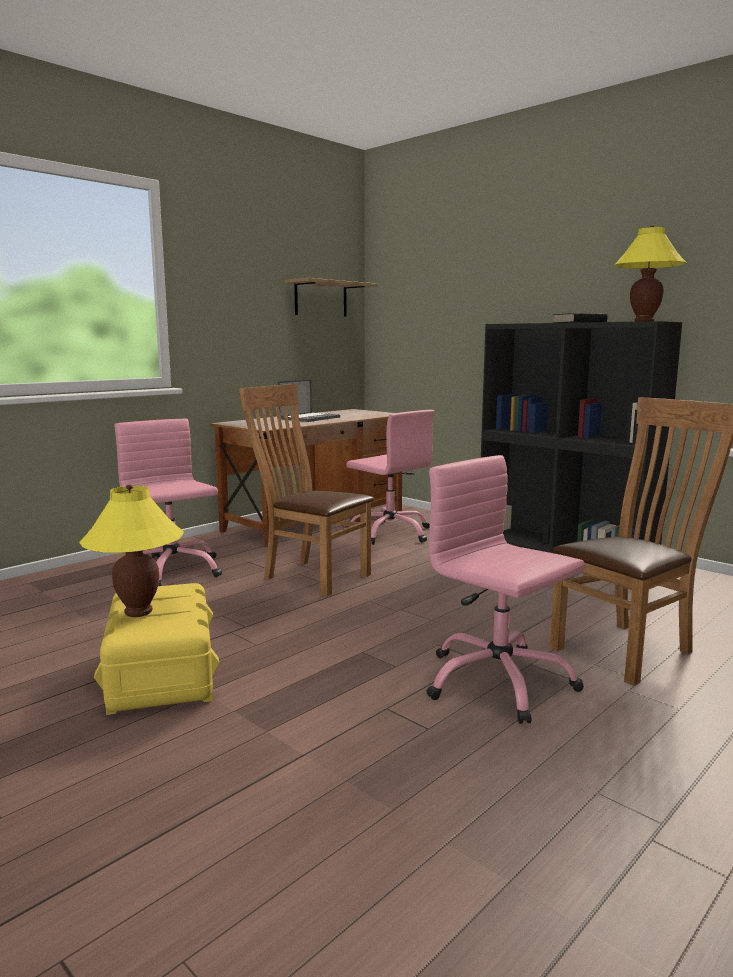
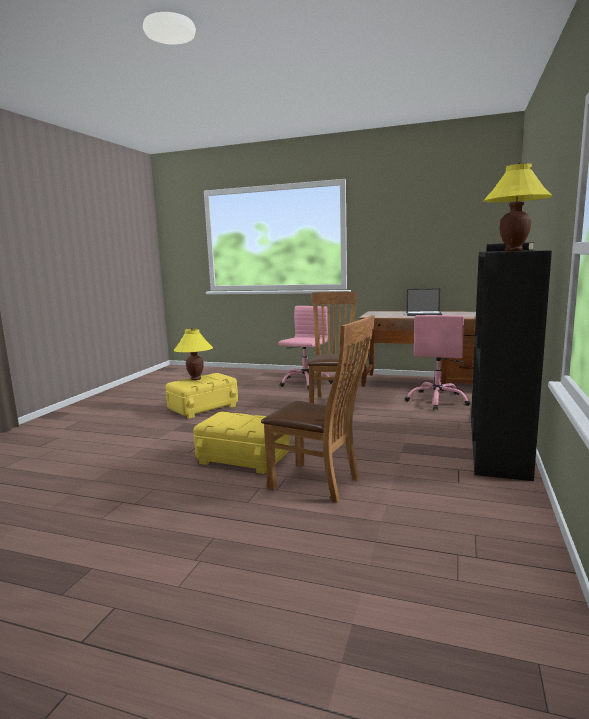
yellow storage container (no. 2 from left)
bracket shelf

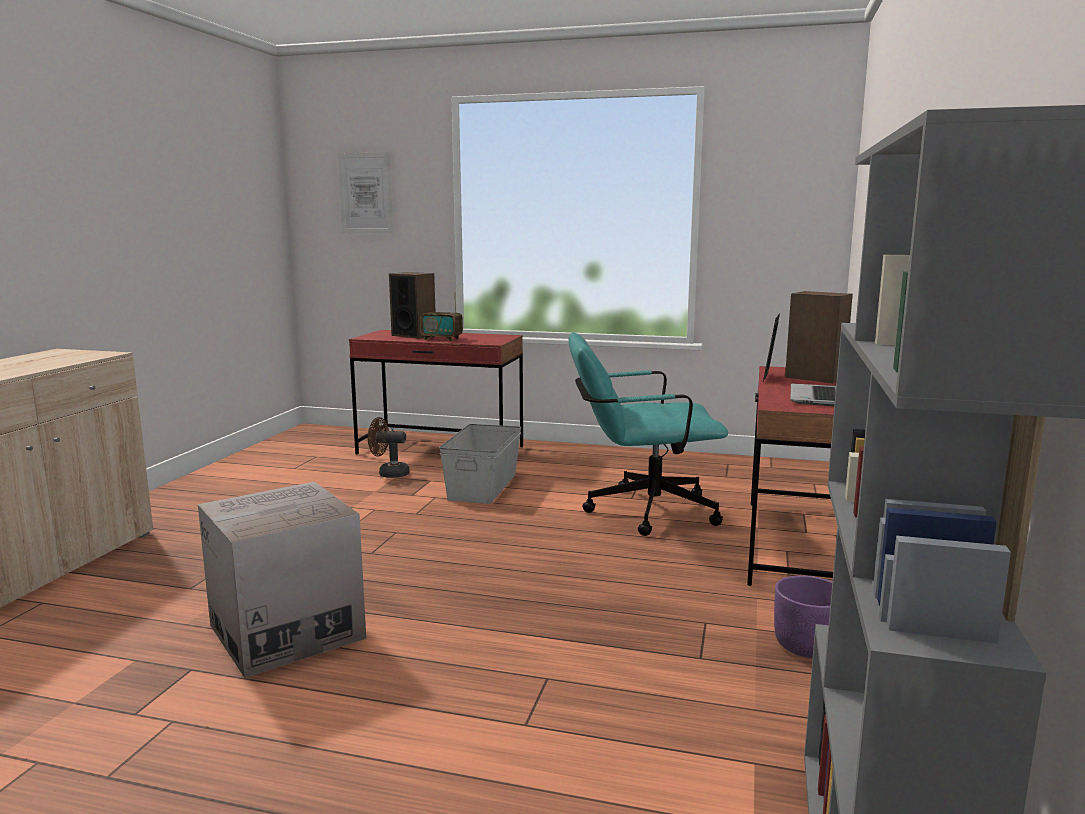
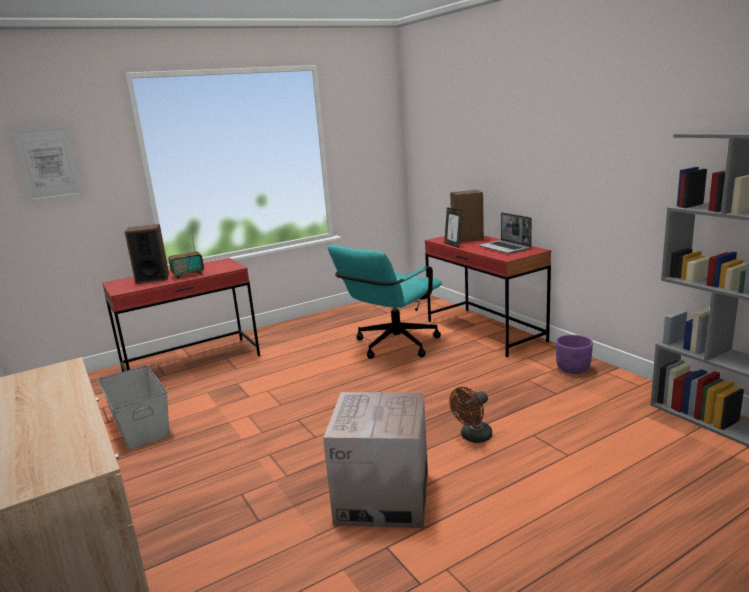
grey storage container
brown-coloured cooling fan

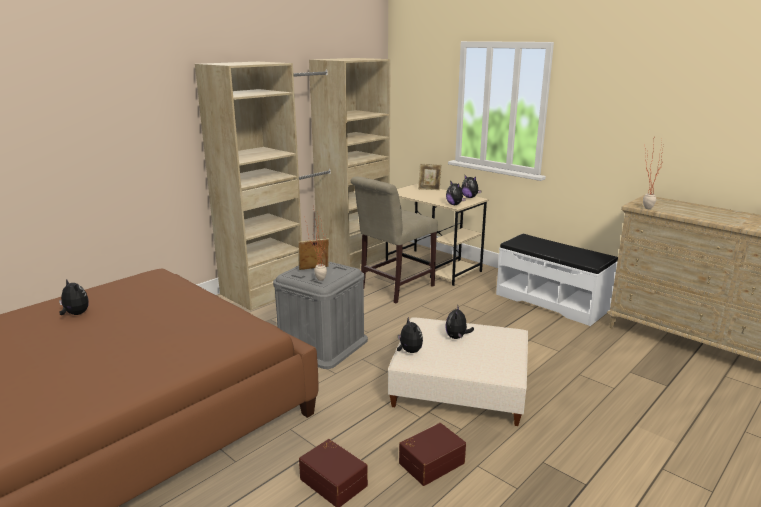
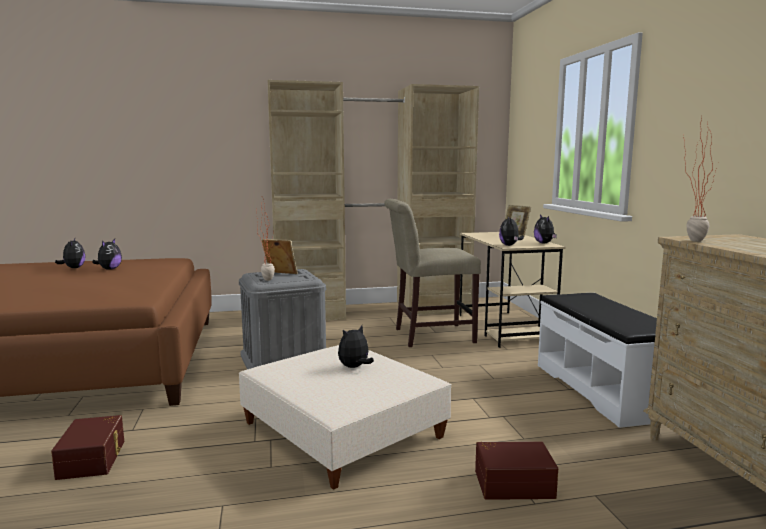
soft toy (no. 2 from left)
brown-coloured storage container (no. 2 from left)

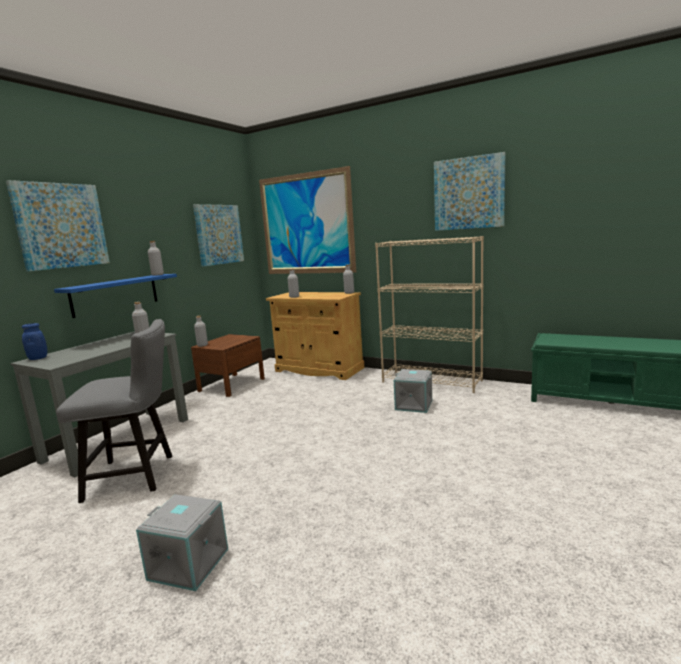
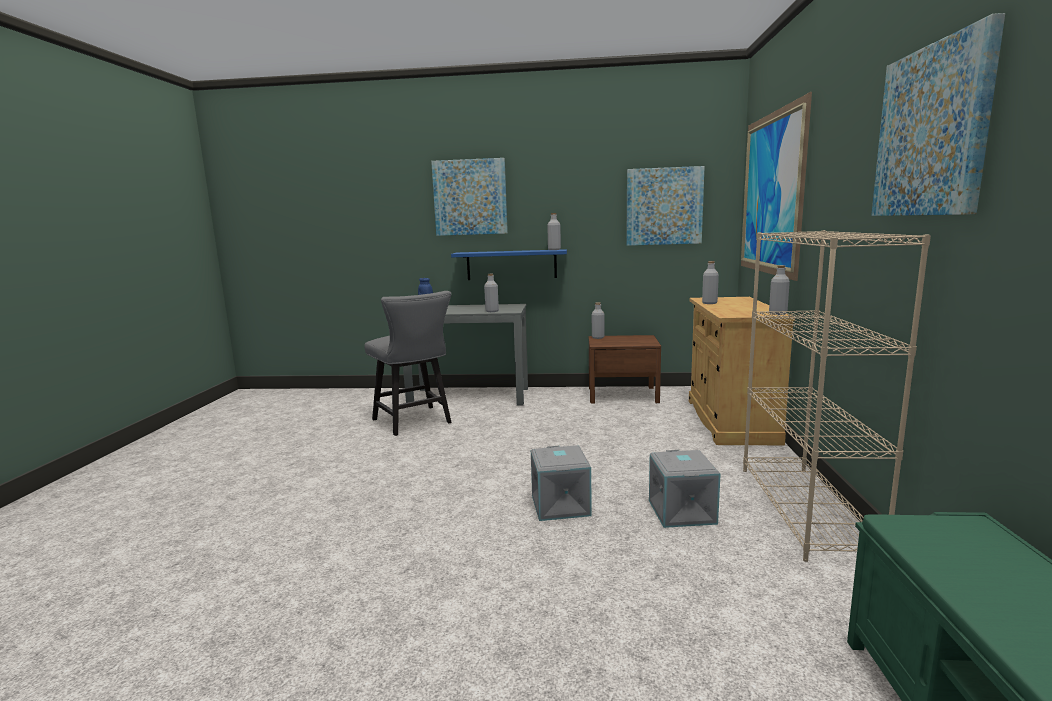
grey storage container (no. 1 from left)

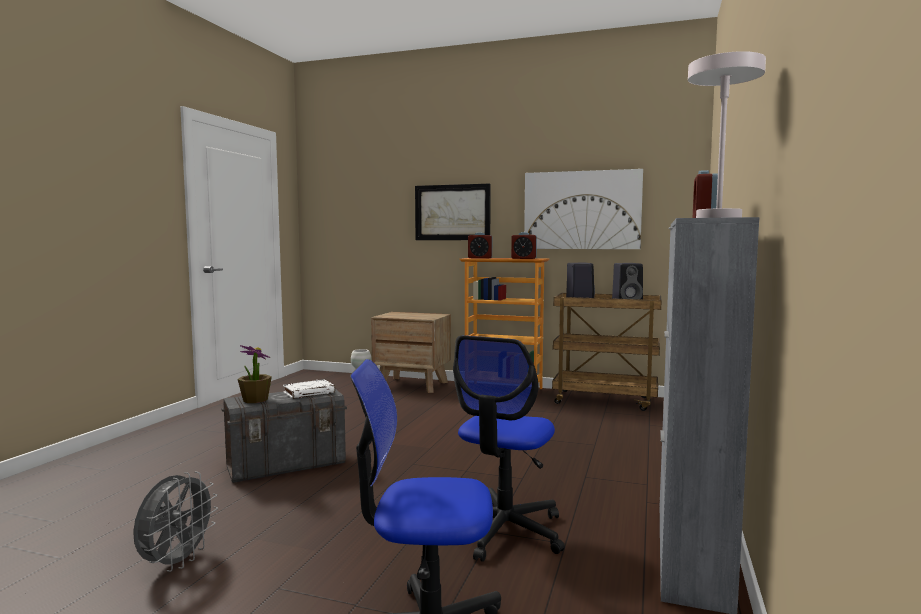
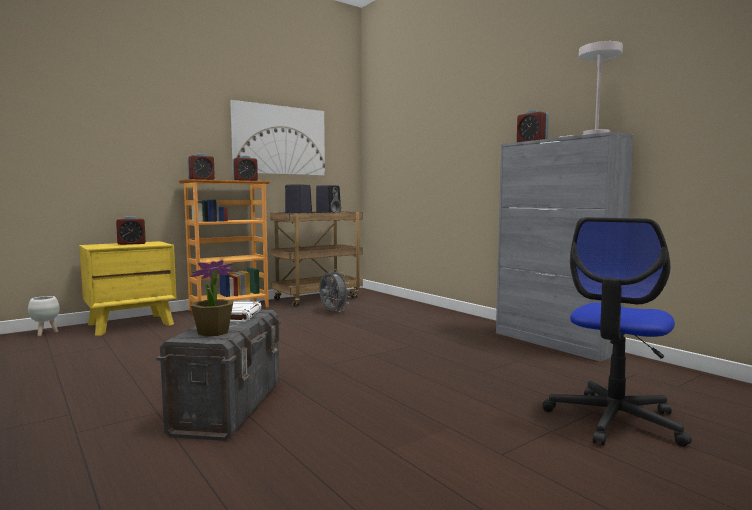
yellow bedside table
table clock (no. 1 from left)
grey cooling fan
wall art (no. 1 from left in the first image)
desk chair (no. 2 from left in the first image)

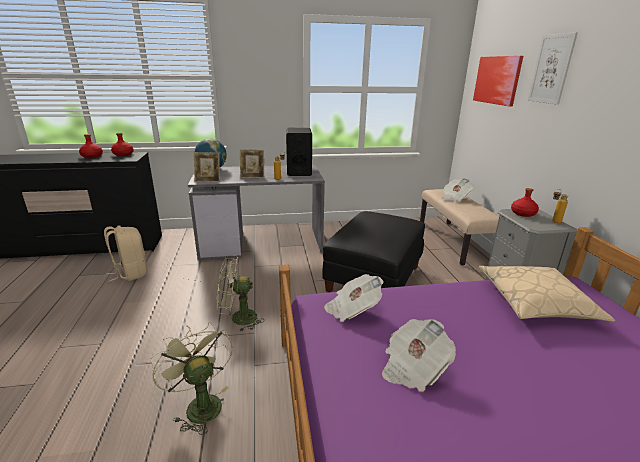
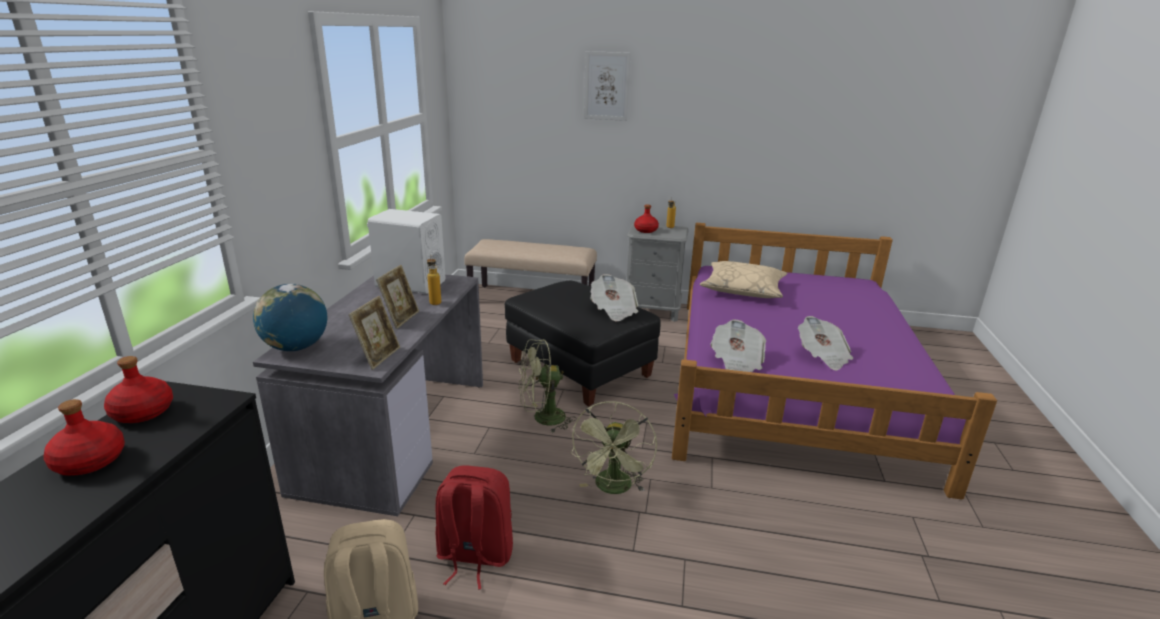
whitish speaker
reddish backpack
green-coloured cooling fan (no. 1 from left)
daily paper (no. 1 from left)
wall art (no. 1 from left in the first image)

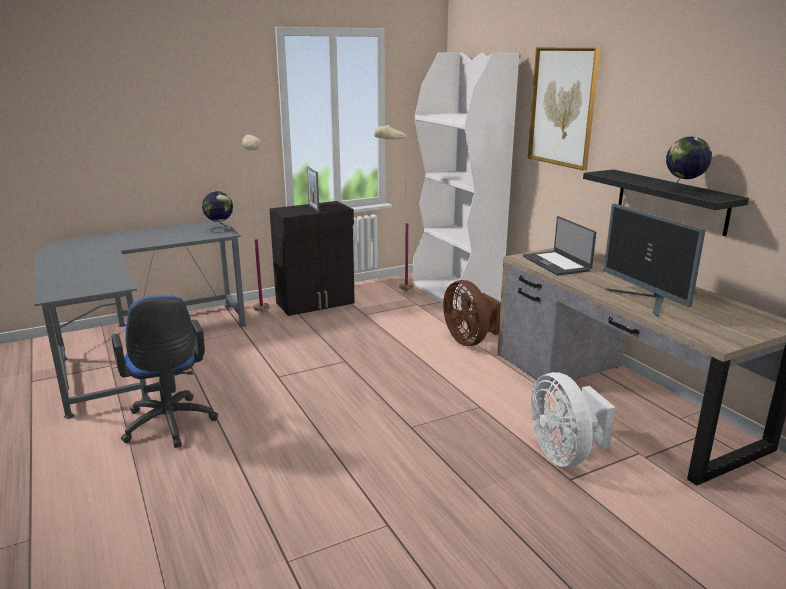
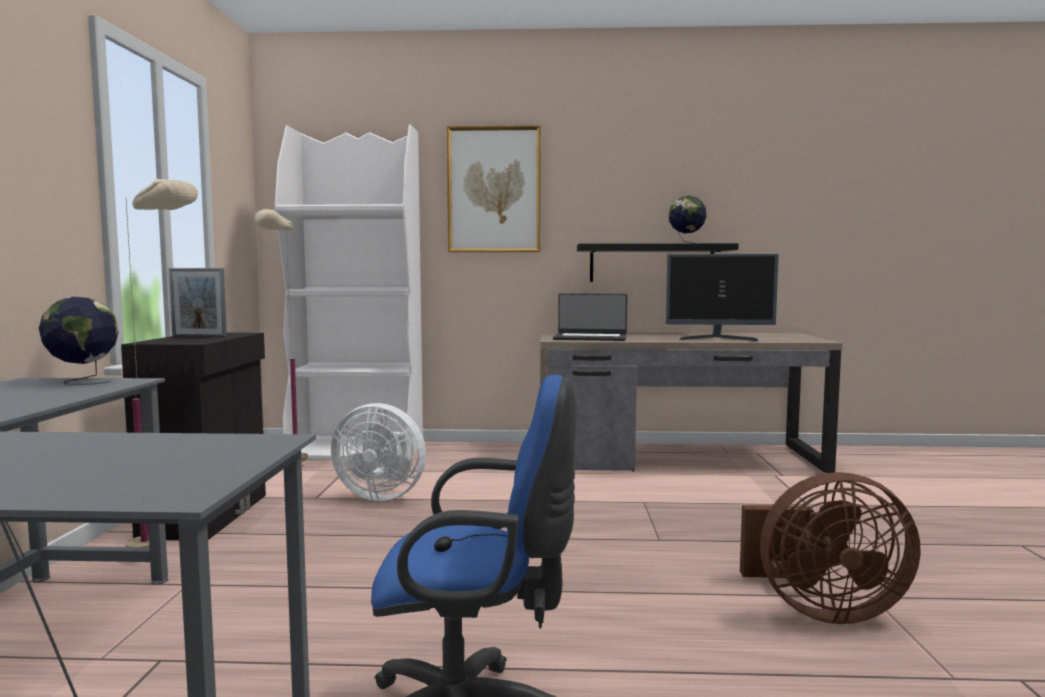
whitish cooling fan
brown-coloured cooling fan

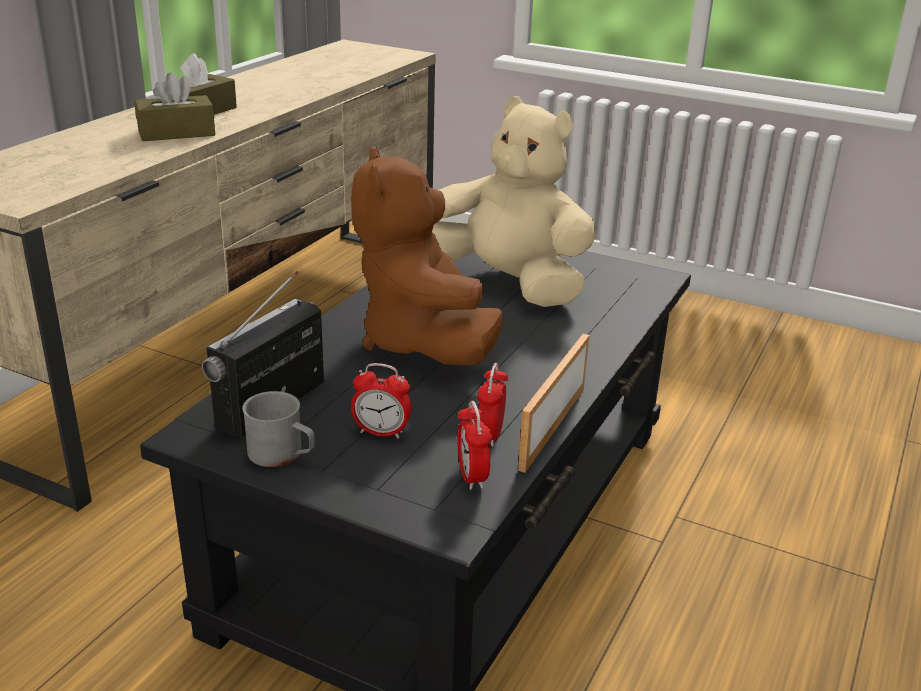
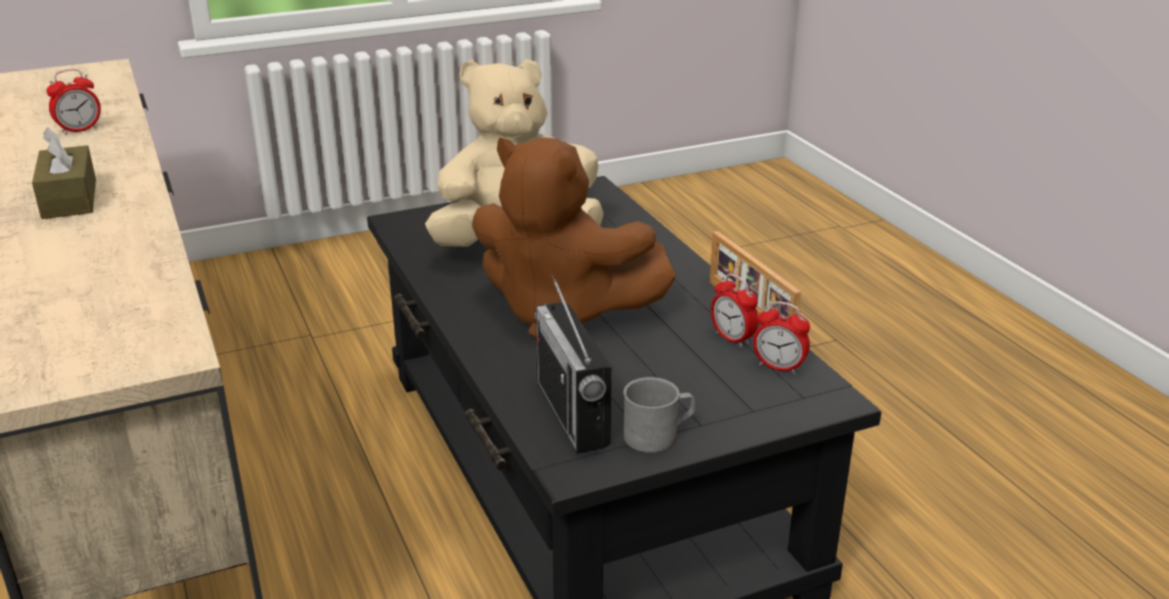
table clock (no. 1 from left)
brown-coloured tissue box (no. 1 from left in the first image)

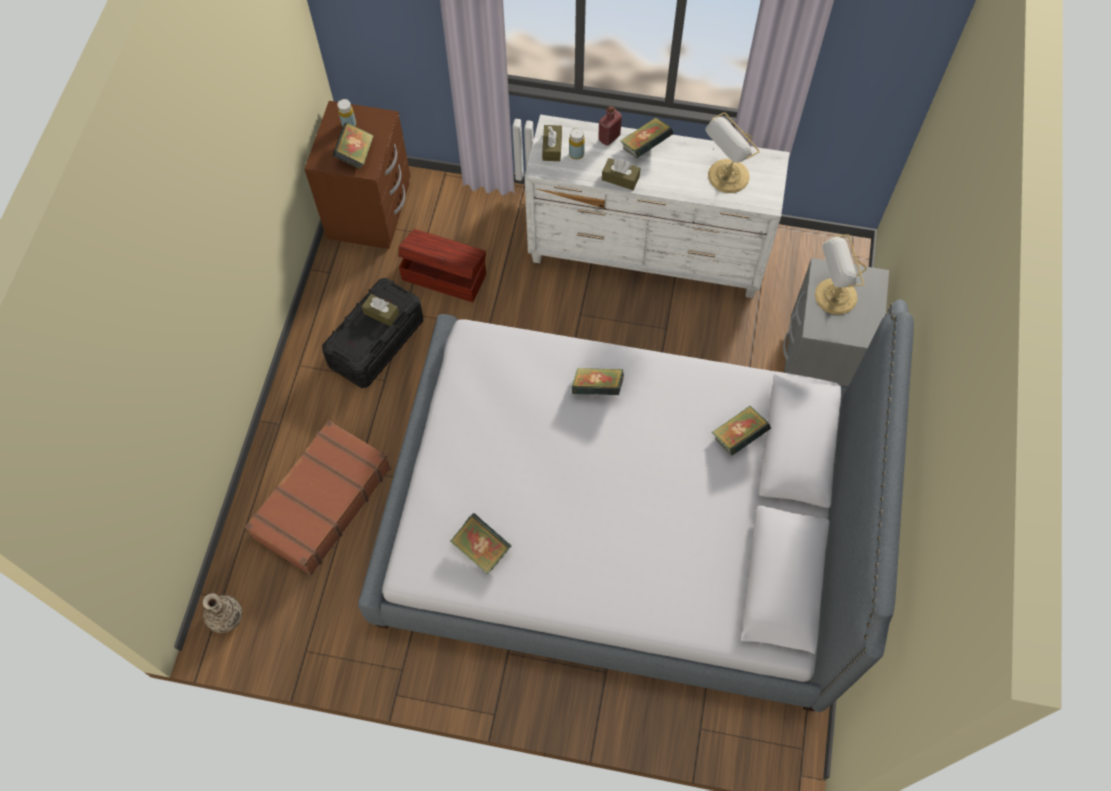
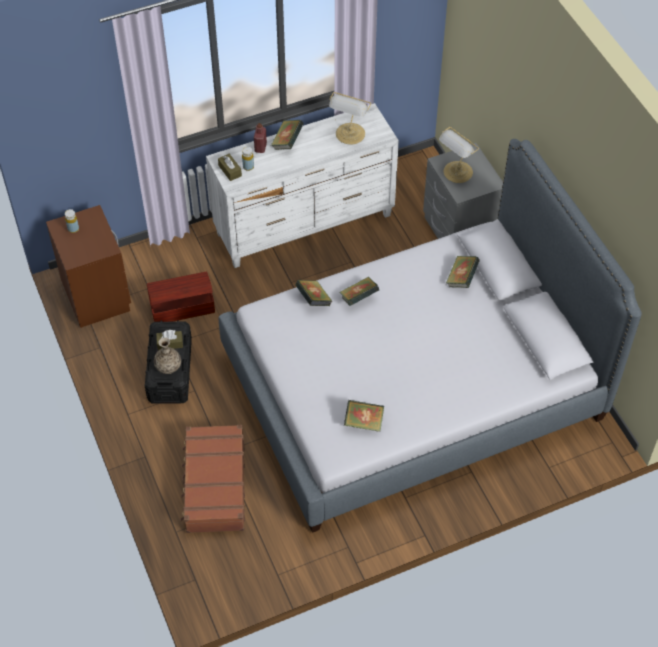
flower vase
book (no. 2 from left)
brown-coloured tissue box (no. 3 from left in the first image)

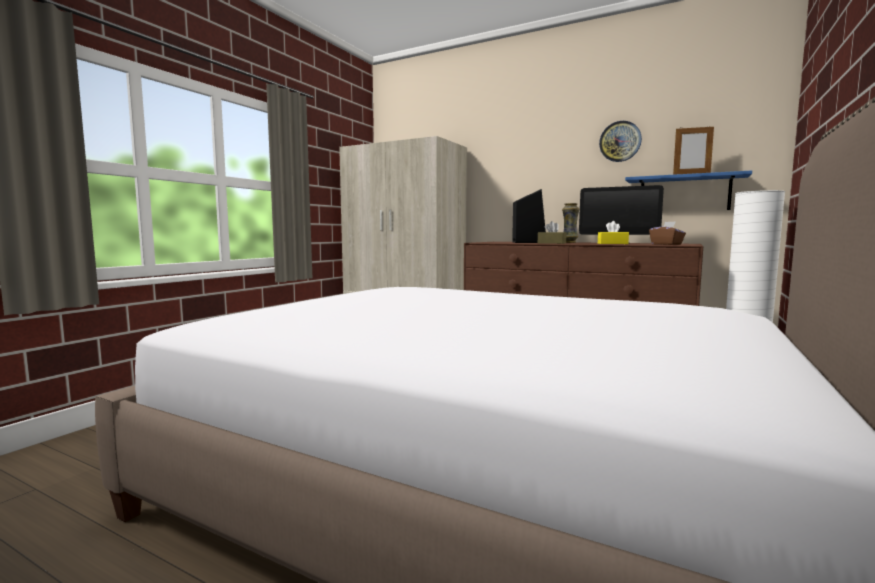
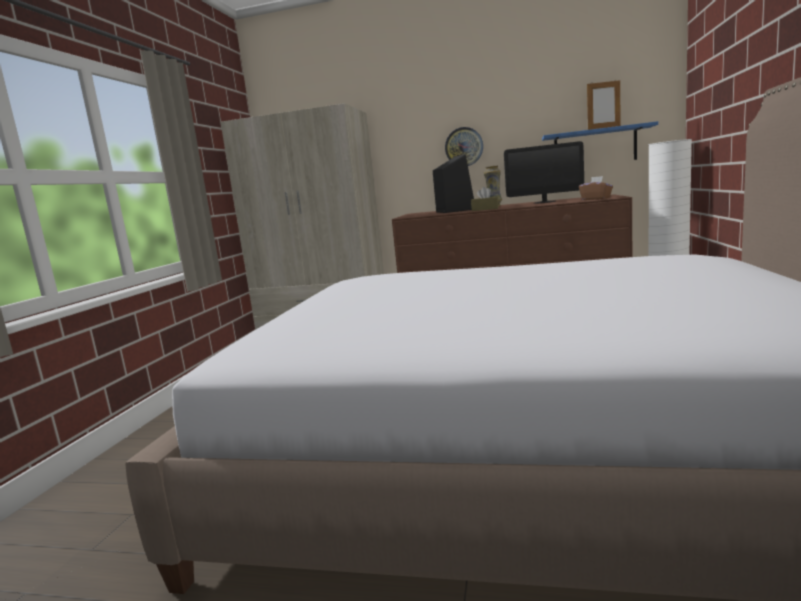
hanging clock
yellow tissue box

